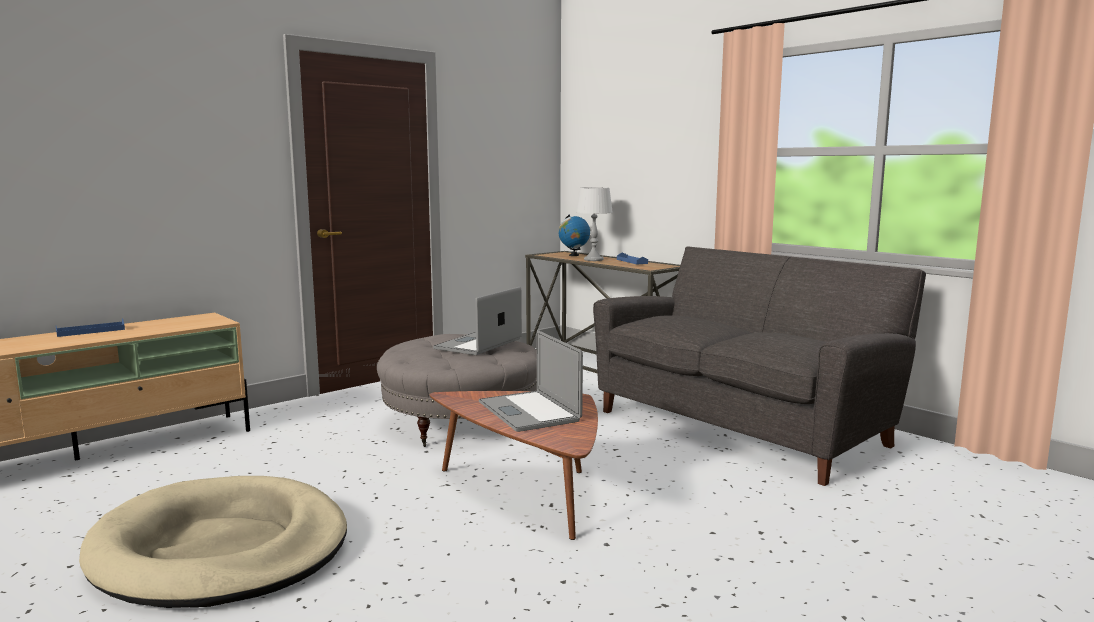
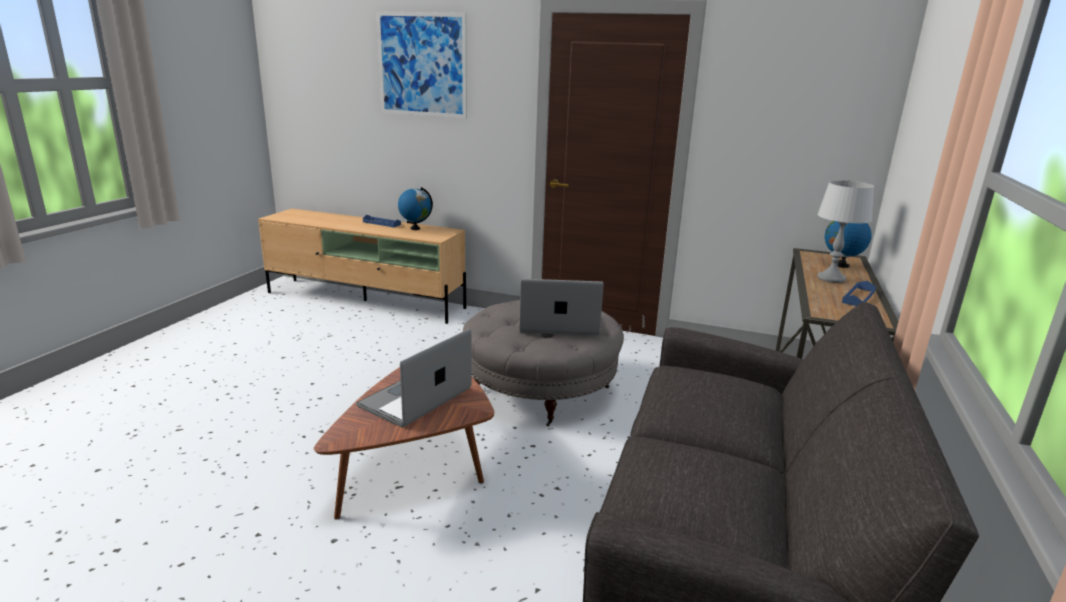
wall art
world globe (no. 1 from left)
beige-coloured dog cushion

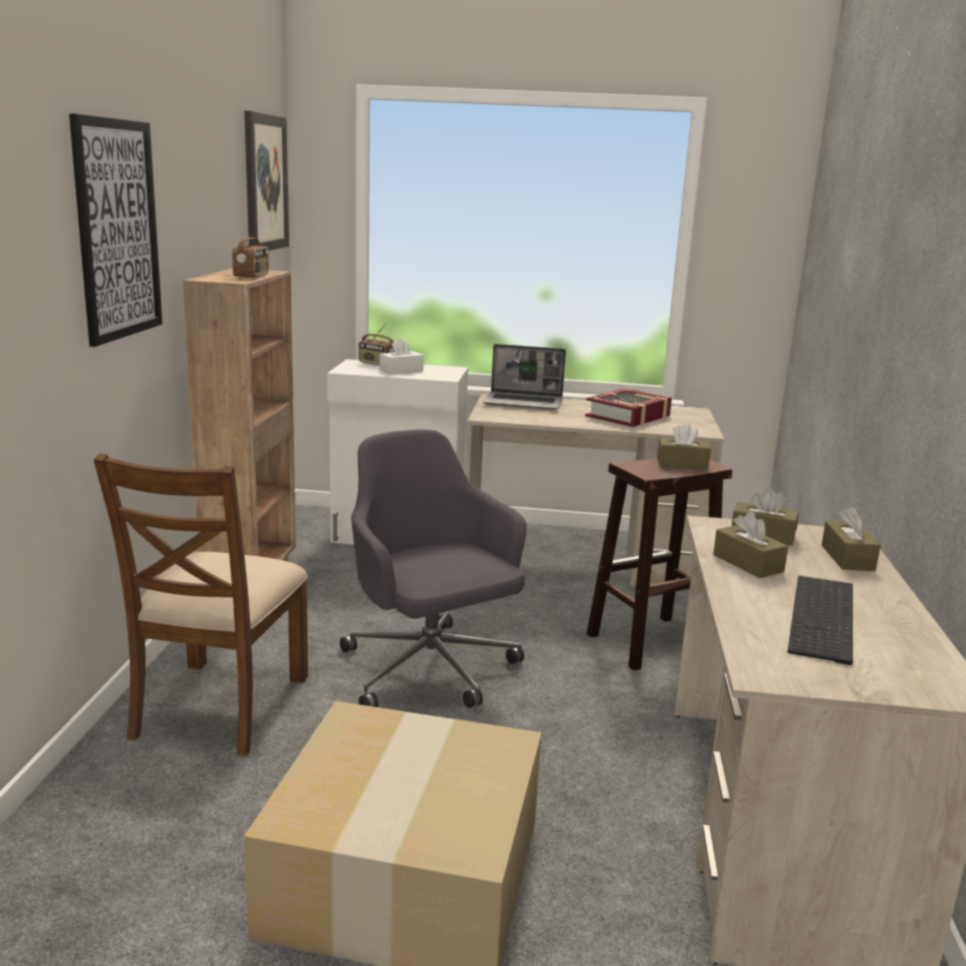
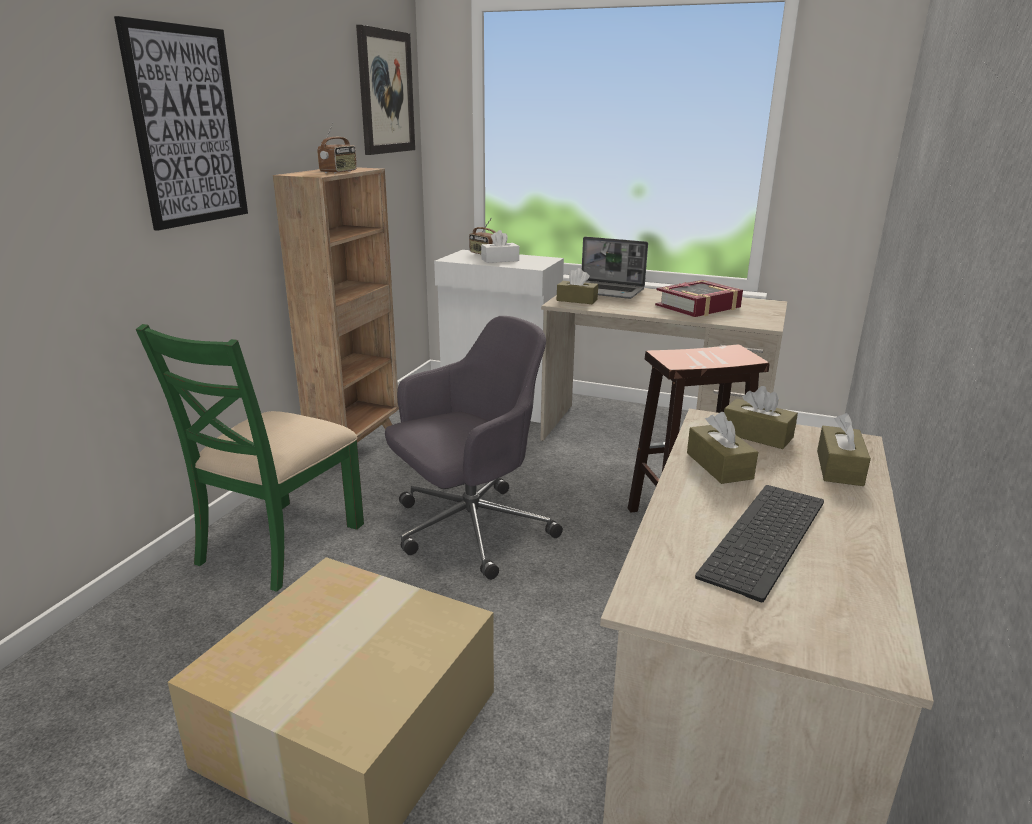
green-coloured chair
grey desk chair
brown-coloured tissue box (no. 1 from left)

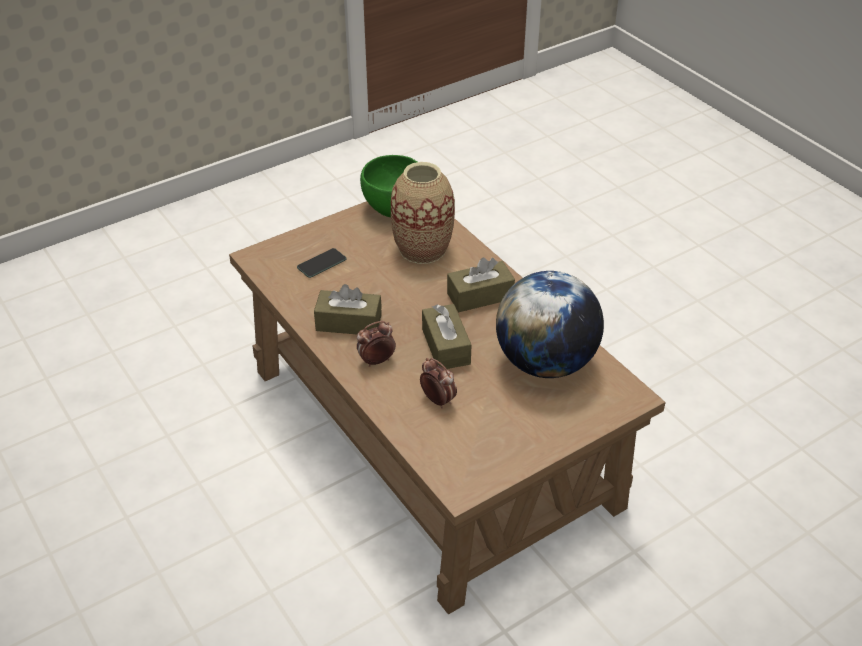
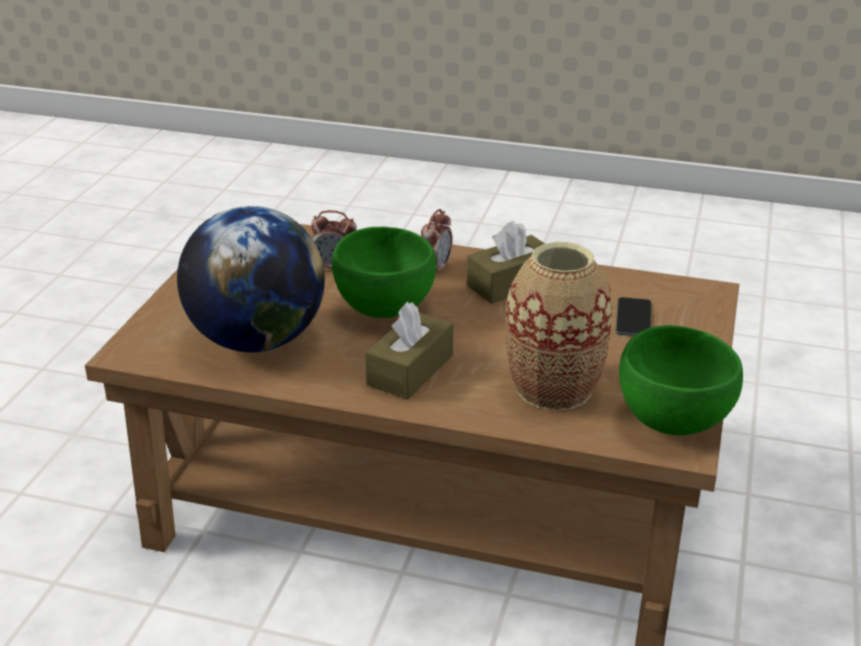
green-coloured serving bowl (no. 1 from left)

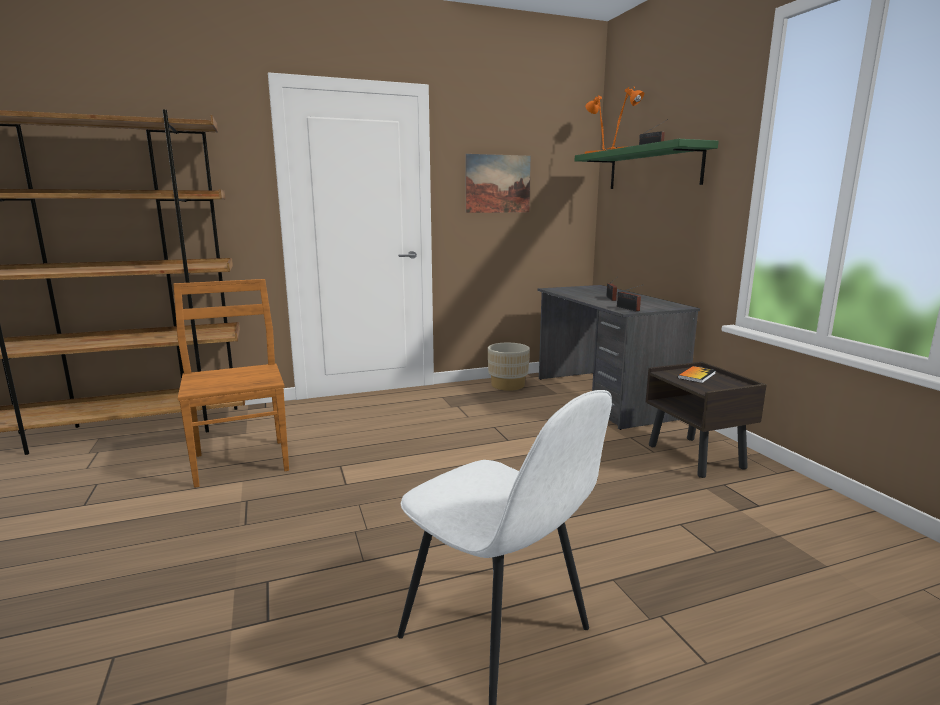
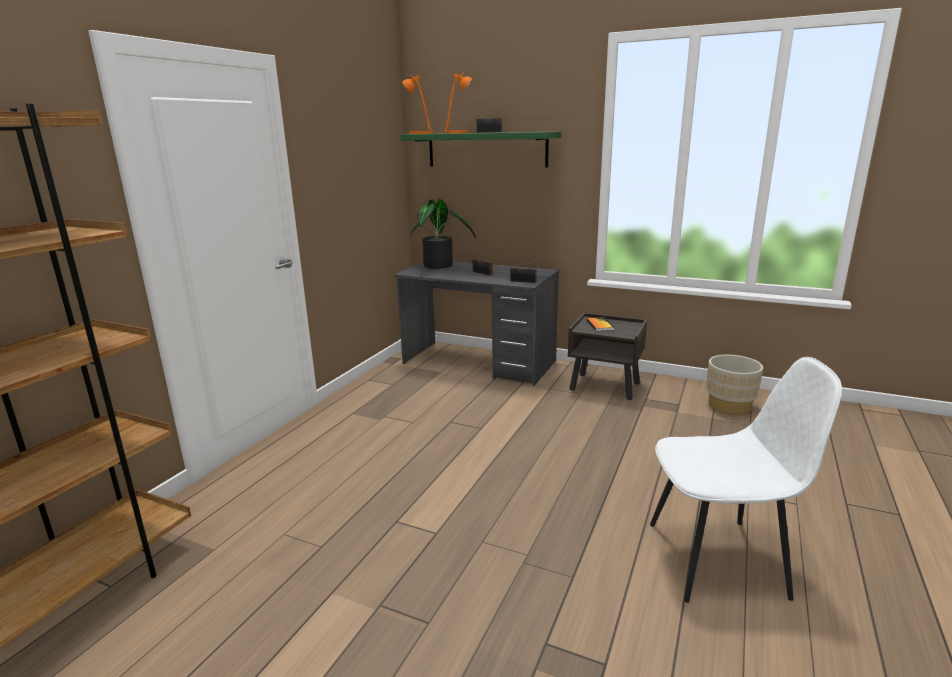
plant in a pot
beige-coloured planter
brown-coloured chair
wall art

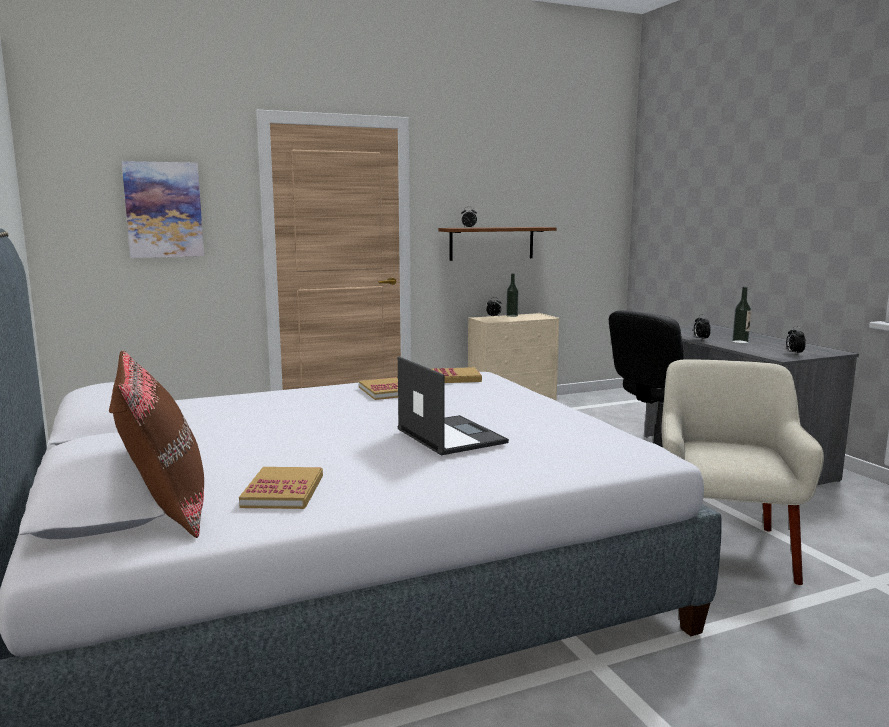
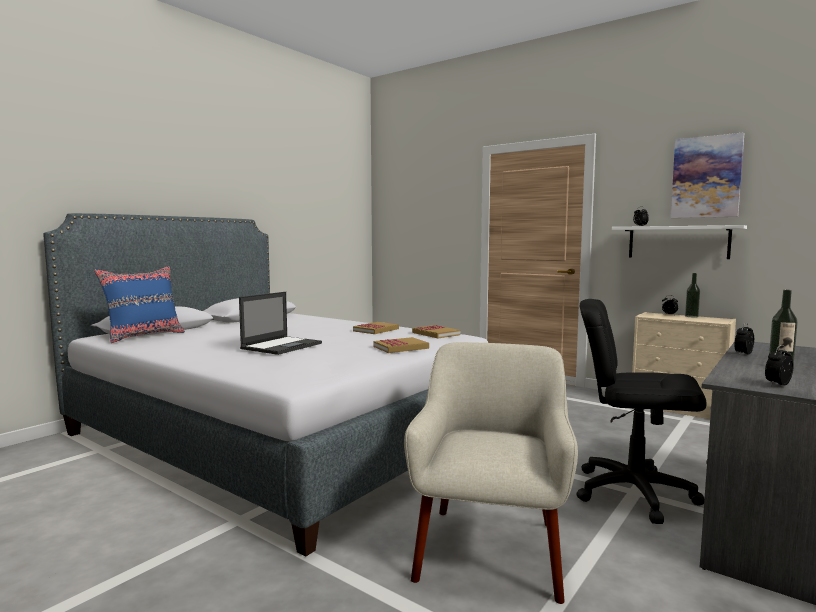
blue-coloured cushion
book (no. 2 from left)
beige-coloured armchair
whitish bracket shelf
wall art

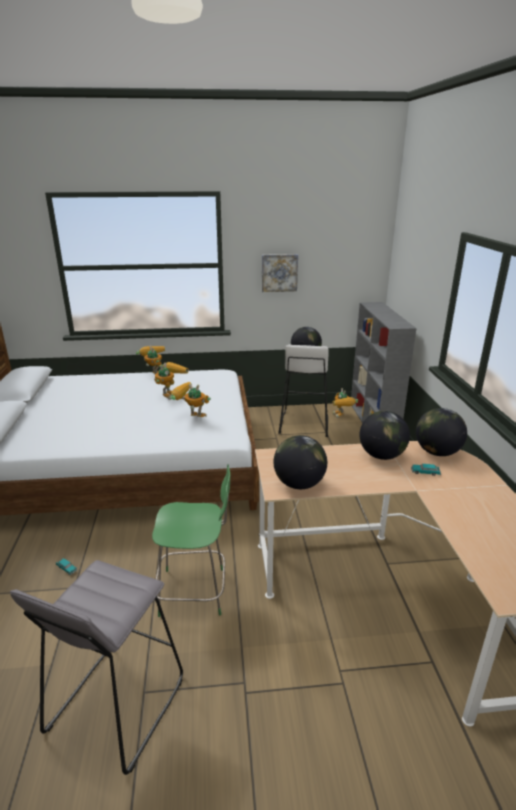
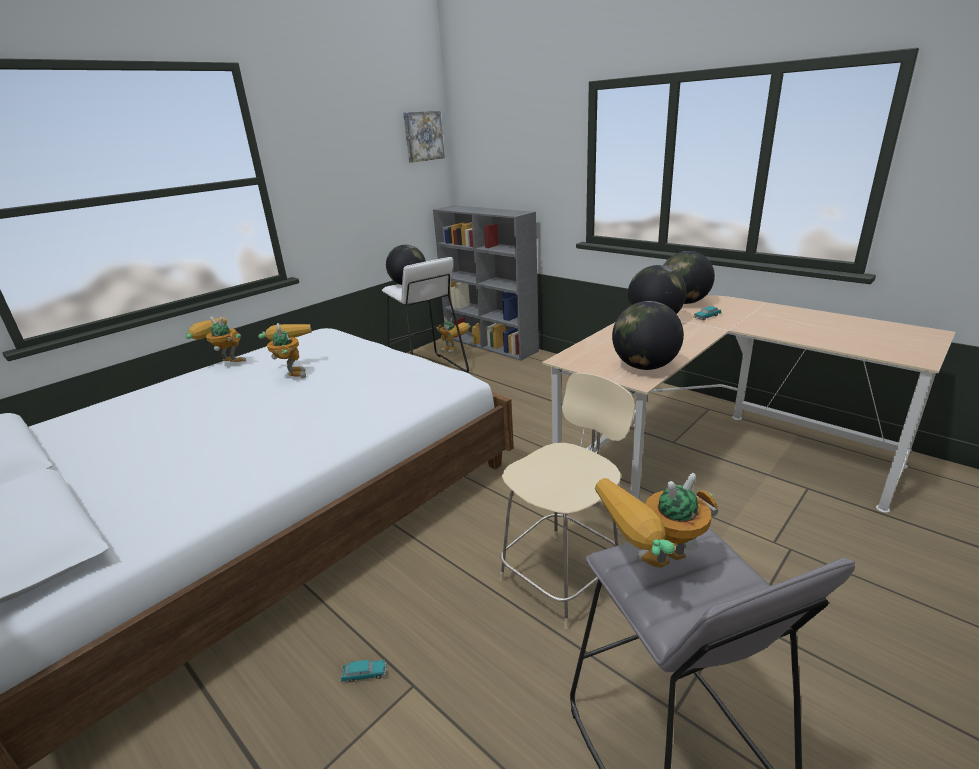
wall art
beige-coloured chair
toy robot (no. 4 from left)

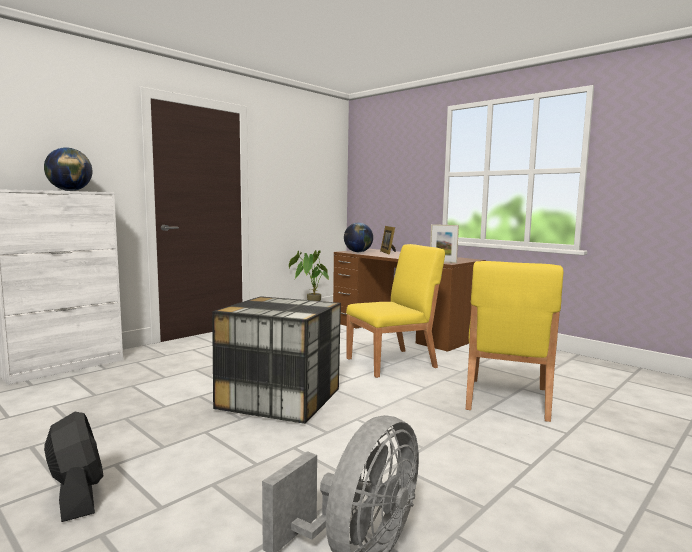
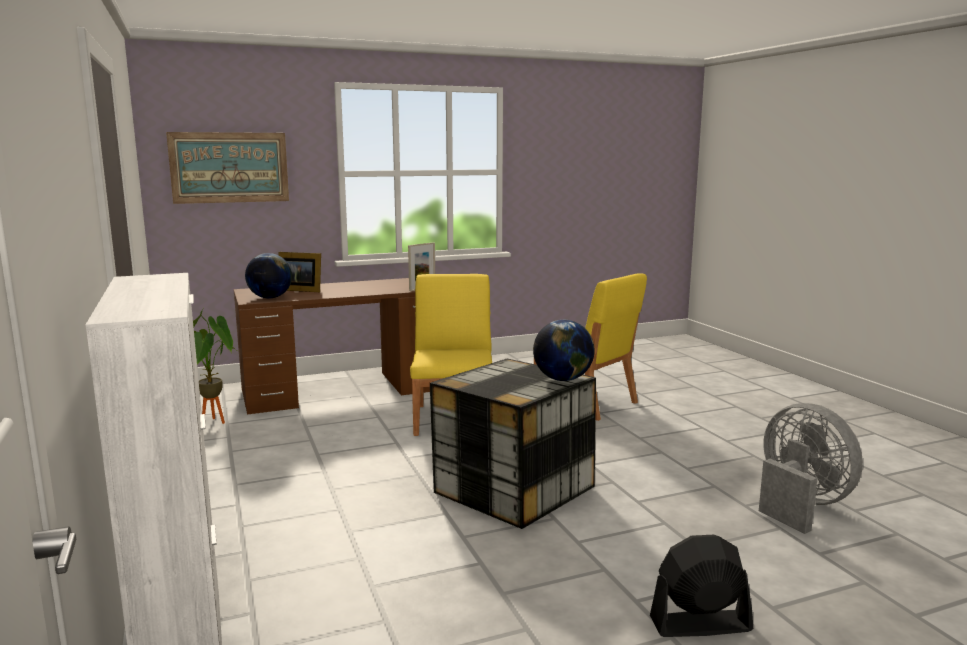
wall art
world globe (no. 2 from left)

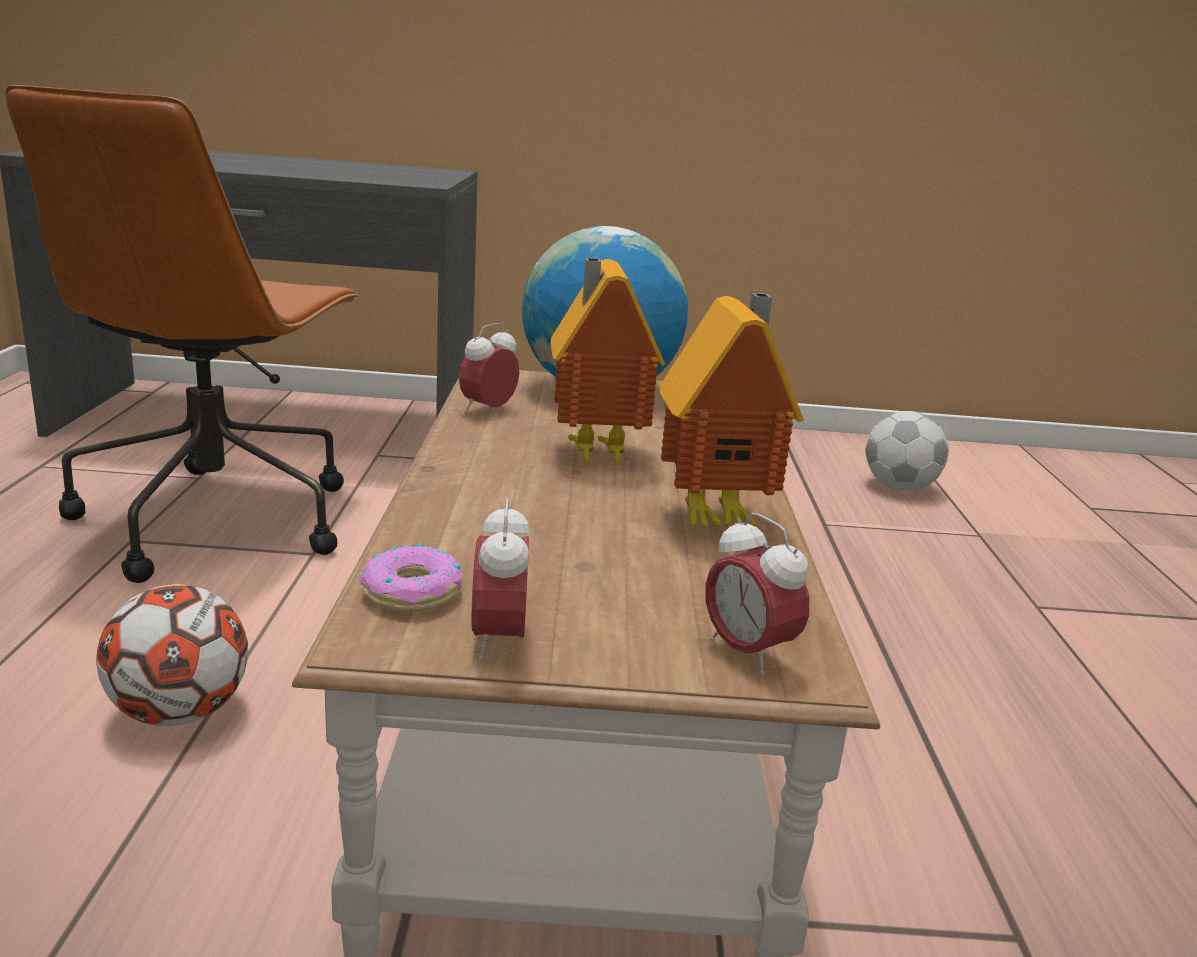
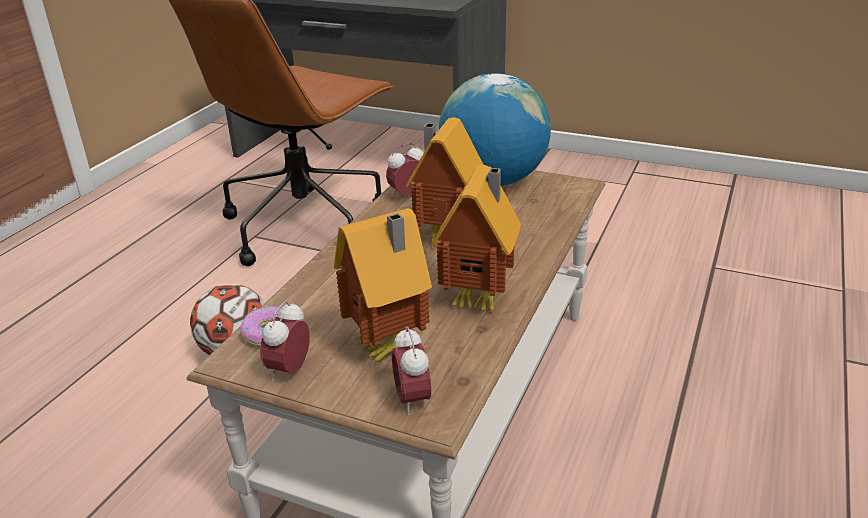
model house (no. 1 from left)
ball for football (no. 2 from left in the first image)

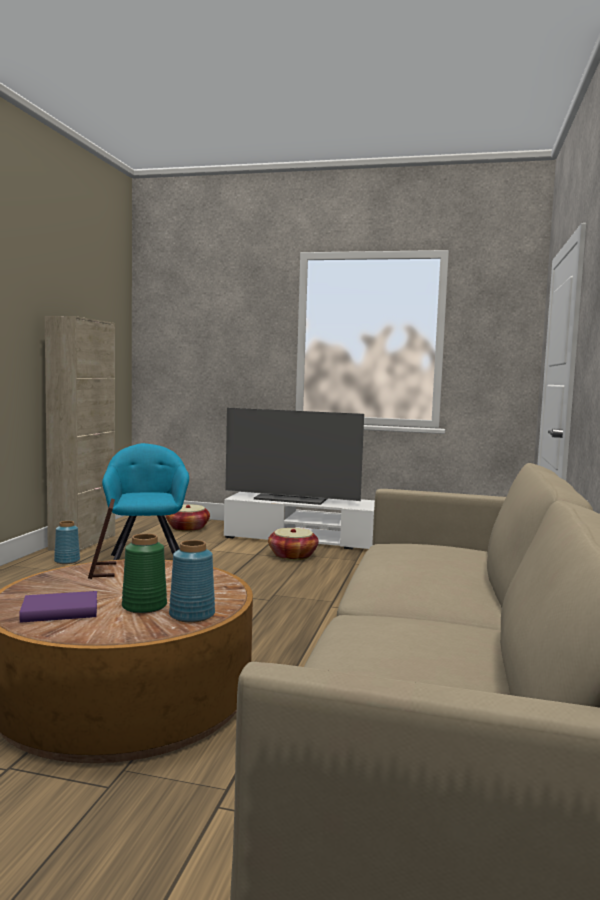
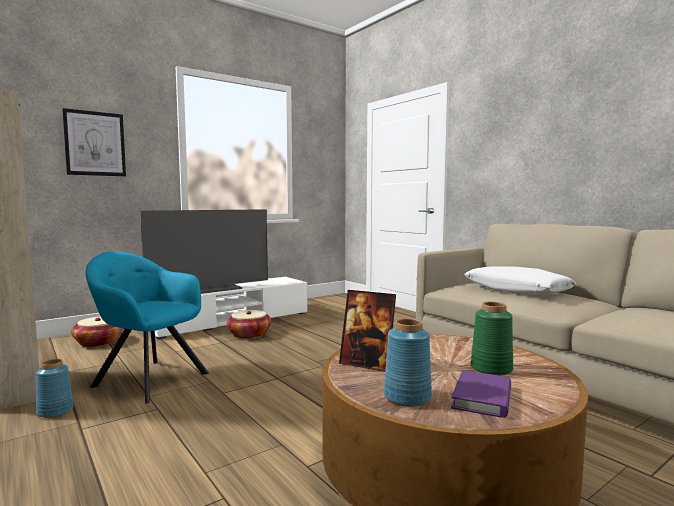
wall art
blue-coloured flower vase (no. 2 from left)
whitish cushion

